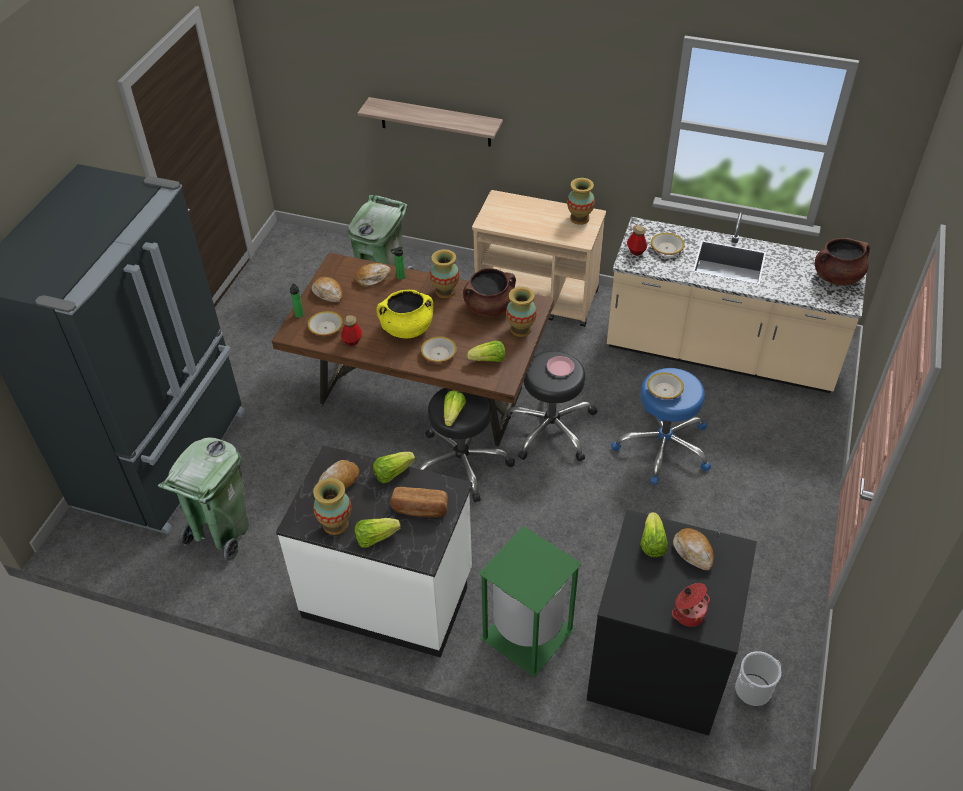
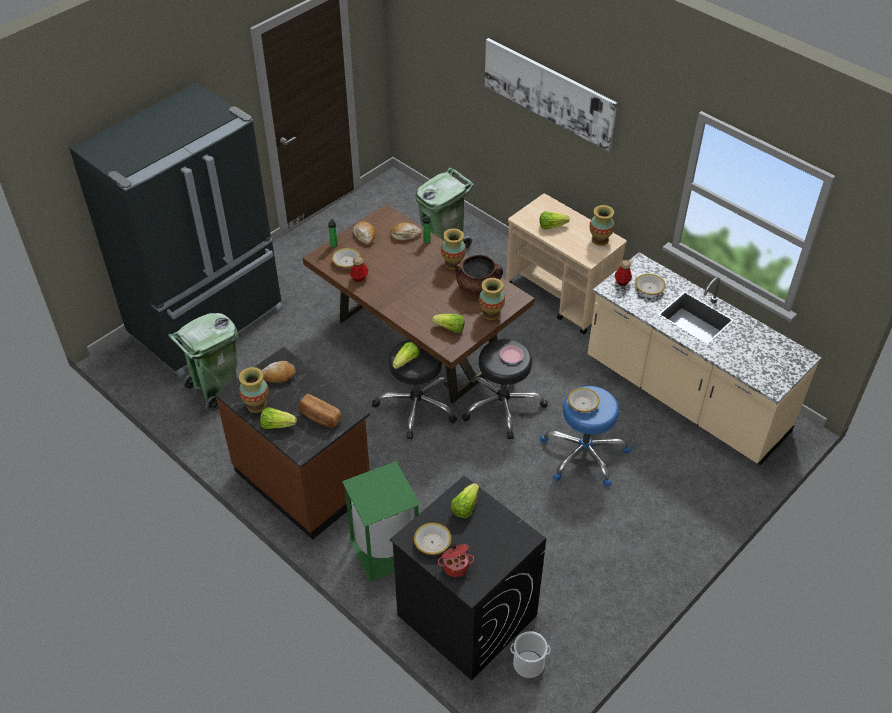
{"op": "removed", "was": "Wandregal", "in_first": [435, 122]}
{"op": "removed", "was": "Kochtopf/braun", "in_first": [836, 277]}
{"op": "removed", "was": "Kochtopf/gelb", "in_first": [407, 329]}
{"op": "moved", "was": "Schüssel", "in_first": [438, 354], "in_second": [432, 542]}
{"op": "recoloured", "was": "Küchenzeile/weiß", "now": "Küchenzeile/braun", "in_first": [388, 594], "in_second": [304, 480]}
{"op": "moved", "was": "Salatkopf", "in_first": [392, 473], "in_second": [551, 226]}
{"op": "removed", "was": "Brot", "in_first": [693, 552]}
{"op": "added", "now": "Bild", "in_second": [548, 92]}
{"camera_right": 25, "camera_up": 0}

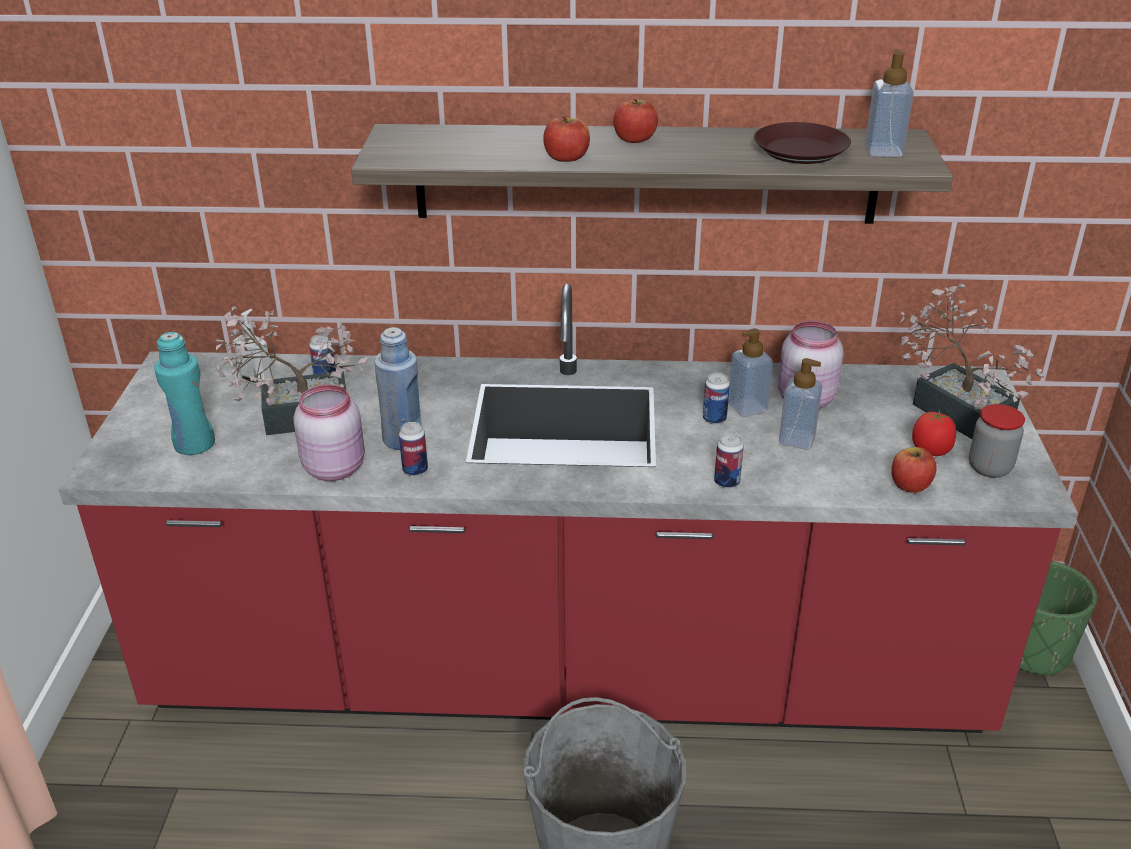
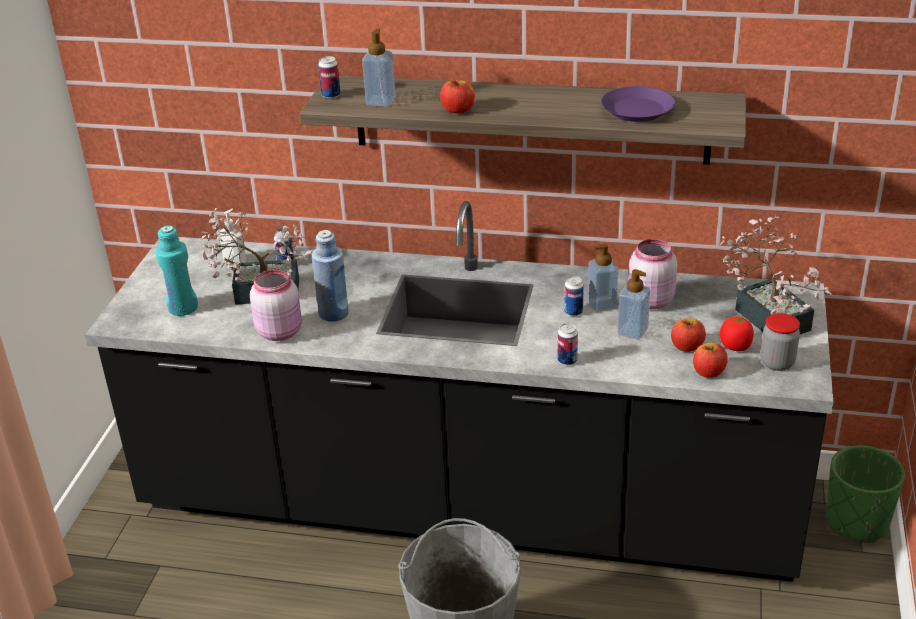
{"op": "moved", "was": "Seifenspender", "in_first": [883, 151], "in_second": [380, 101]}
{"op": "moved", "was": "Apfel", "in_first": [634, 139], "in_second": [687, 346]}
{"op": "recoloured", "was": "Teller/braun", "now": "Teller/lila", "in_first": [801, 151], "in_second": [637, 110]}
{"op": "recoloured", "was": "Küchenzeile/rot", "now": "Küchenzeile/schwarz", "in_first": [567, 672], "in_second": [467, 507]}
{"op": "moved", "was": "Dose", "in_first": [415, 470], "in_second": [331, 95]}
{"camera_right": 10, "camera_up": 0}

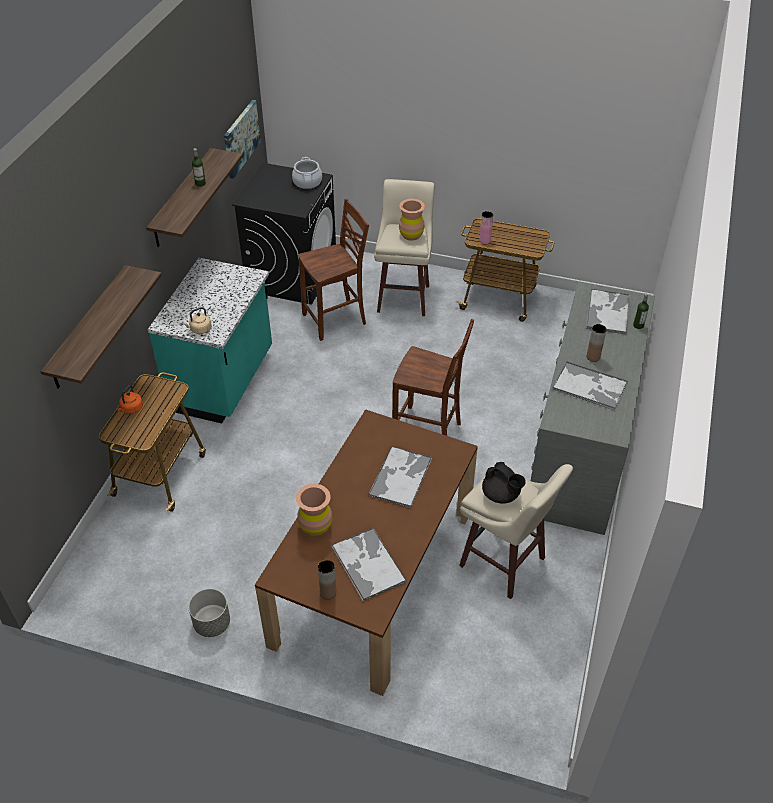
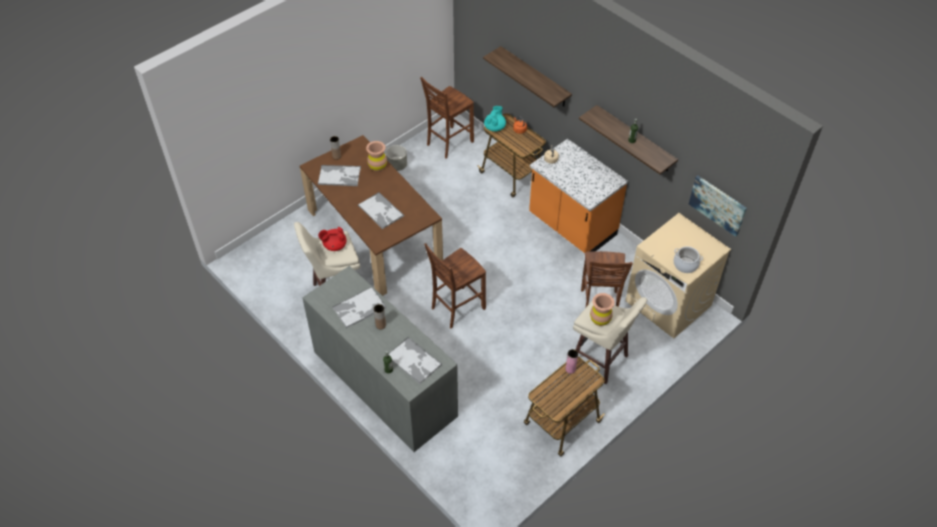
{"op": "recoloured", "was": "Waschmaschine/schwarz", "now": "Waschmaschine/beige", "in_first": [292, 275], "in_second": [668, 303]}
{"op": "recoloured", "was": "Küchenzeile/türkis", "now": "Küchenzeile/orange", "in_first": [224, 381], "in_second": [571, 226]}
{"op": "recoloured", "was": "Teekanne/schwarz", "now": "Teekanne/rot", "in_first": [501, 495], "in_second": [334, 245]}
{"op": "added", "now": "Stuhl/braun", "in_second": [448, 143]}
{"op": "added", "now": "Teekanne/türkis", "in_second": [495, 127]}
{"camera_right": 120, "camera_up": 5}

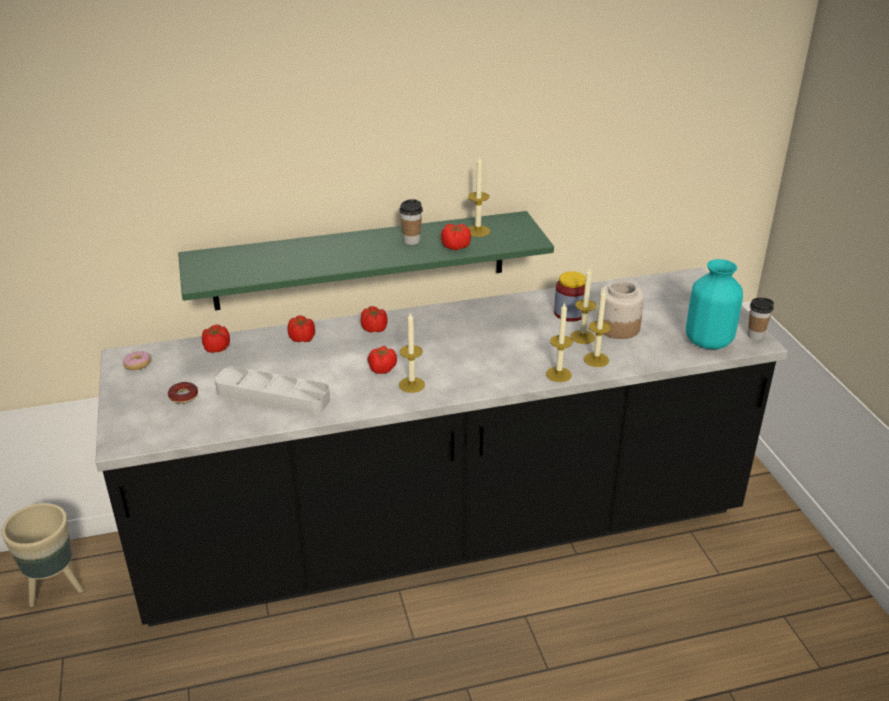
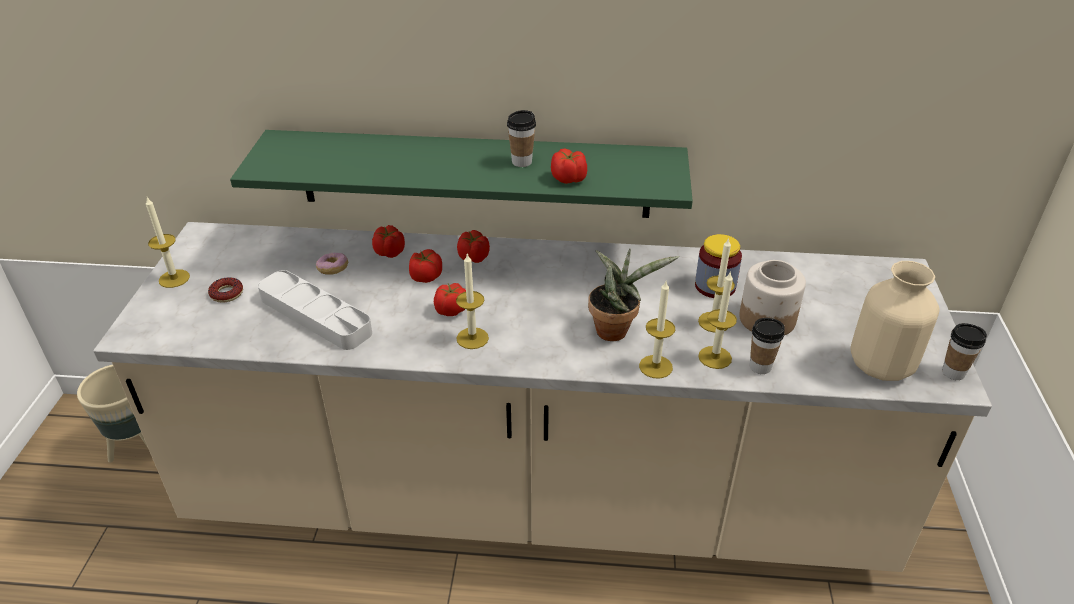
{"op": "moved", "was": "Kerze", "in_first": [478, 231], "in_second": [174, 278]}
{"op": "recoloured", "was": "Vase/türkis", "now": "Vase/beige", "in_first": [707, 341], "in_second": [879, 365]}
{"op": "recoloured", "was": "Küchenzeile/schwarz", "now": "Küchenzeile/beige", "in_first": [444, 533], "in_second": [537, 498]}
{"op": "moved", "was": "Tomate", "in_first": [216, 348], "in_second": [426, 277]}
{"op": "moved", "was": "Donut", "in_first": [138, 366], "in_second": [333, 269]}
{"op": "added", "now": "Topfpflanze", "in_second": [616, 329]}
{"op": "added", "now": "Tasse", "in_second": [760, 367]}
{"camera_right": 20, "camera_up": 5}

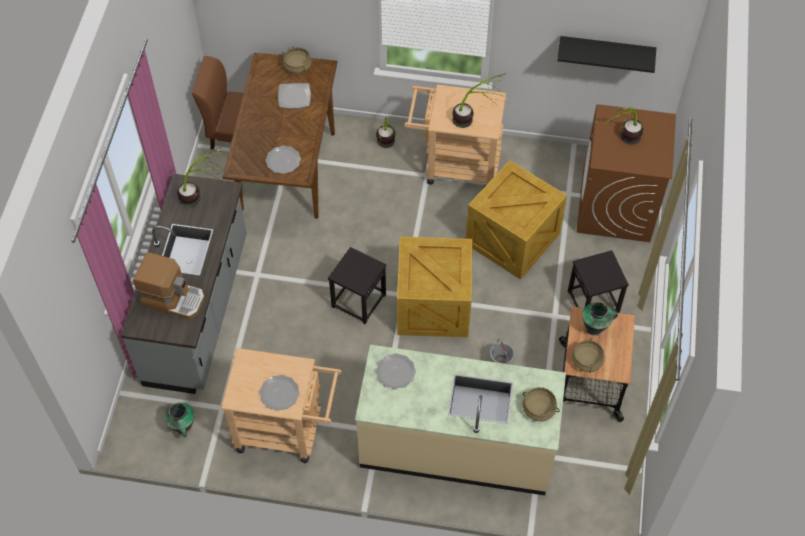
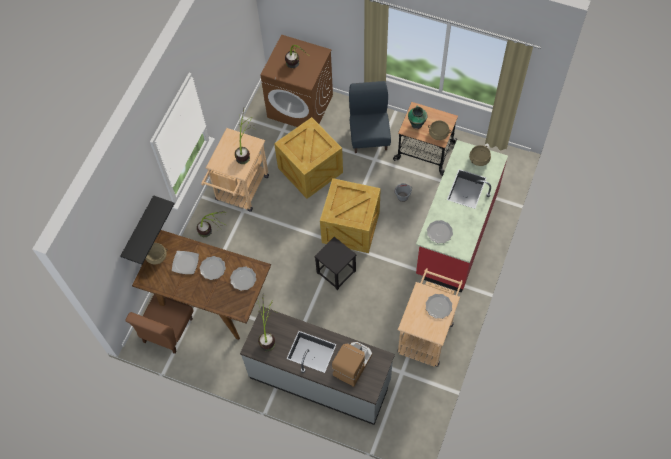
{"op": "moved", "was": "Wandregal/schwarz", "in_first": [606, 51], "in_second": [139, 230]}
{"op": "replaced", "was": "Hocker/schwarz", "now": "Stuhl/blau", "in_first": [593, 302], "in_second": [369, 136]}
{"op": "recoloured", "was": "Küchenzeile/beige", "now": "Küchenzeile/rot", "in_first": [457, 445], "in_second": [456, 233]}
{"op": "removed", "was": "Vase", "in_first": [183, 427]}
{"op": "added", "now": "Teller", "in_second": [212, 268]}
{"camera_right": -75, "camera_up": 5}

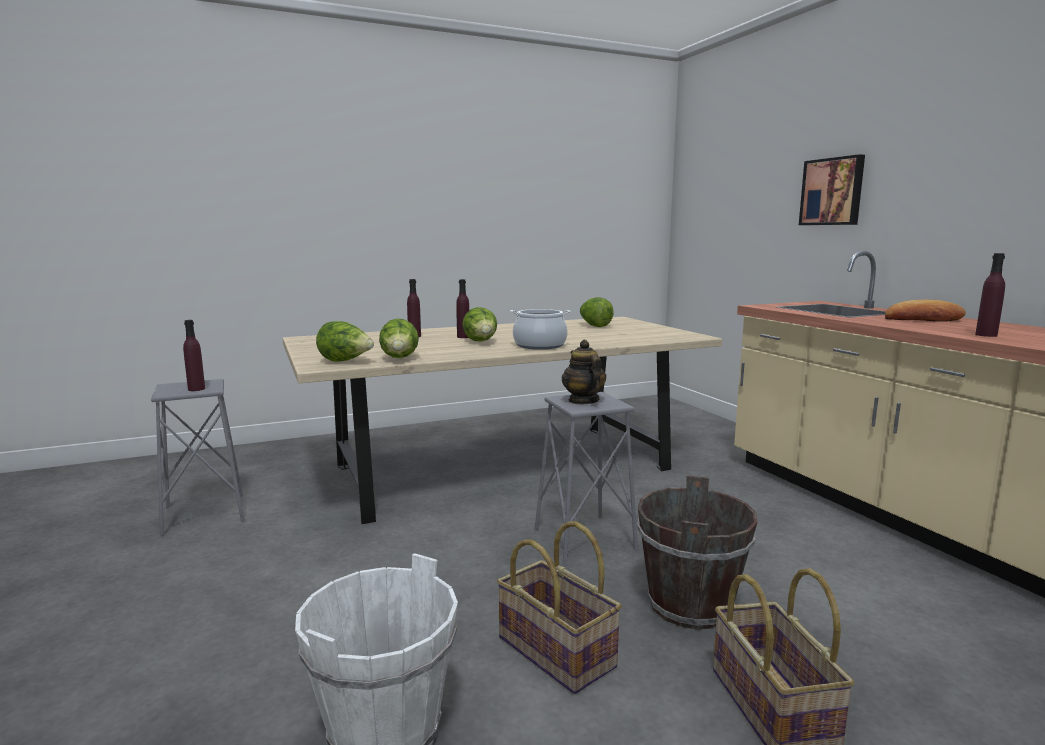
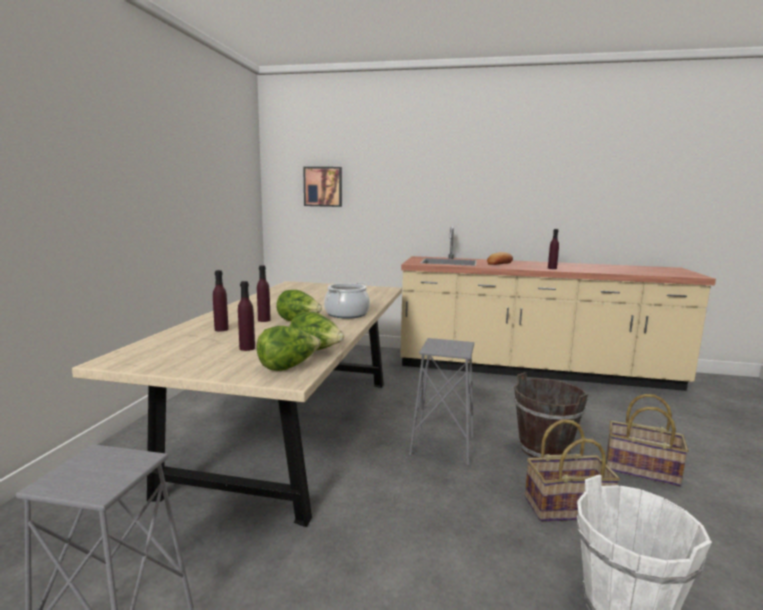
{"op": "moved", "was": "Bild", "in_first": [832, 192], "in_second": [323, 186]}
{"op": "removed", "was": "Salatkopf", "in_first": [594, 326]}
{"op": "moved", "was": "Flasche/lila", "in_first": [196, 389], "in_second": [247, 348]}
{"op": "removed", "was": "Teekanne", "in_first": [583, 401]}
{"camera_right": -55, "camera_up": 0}

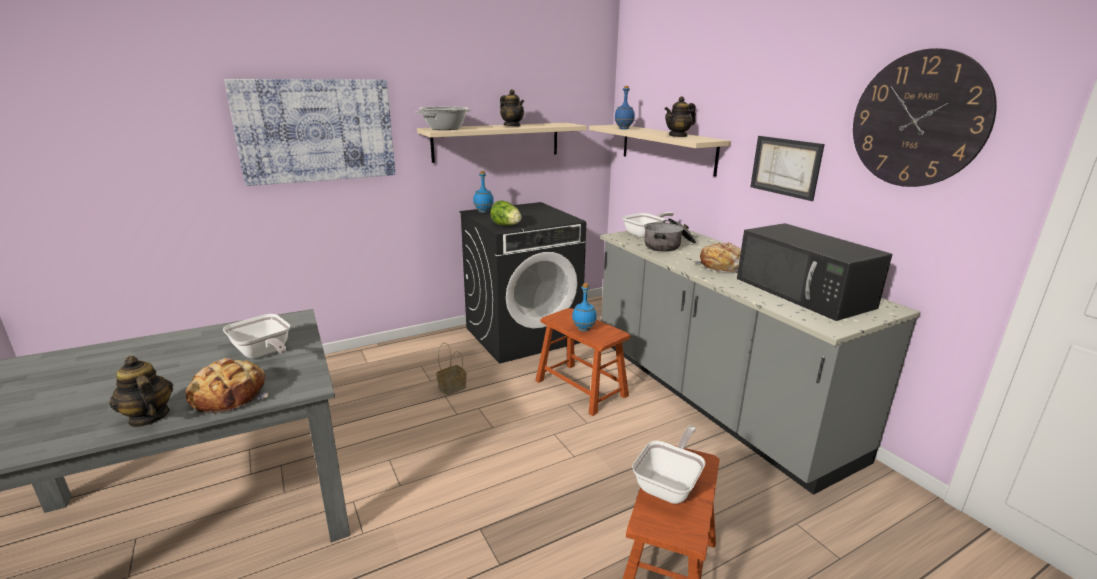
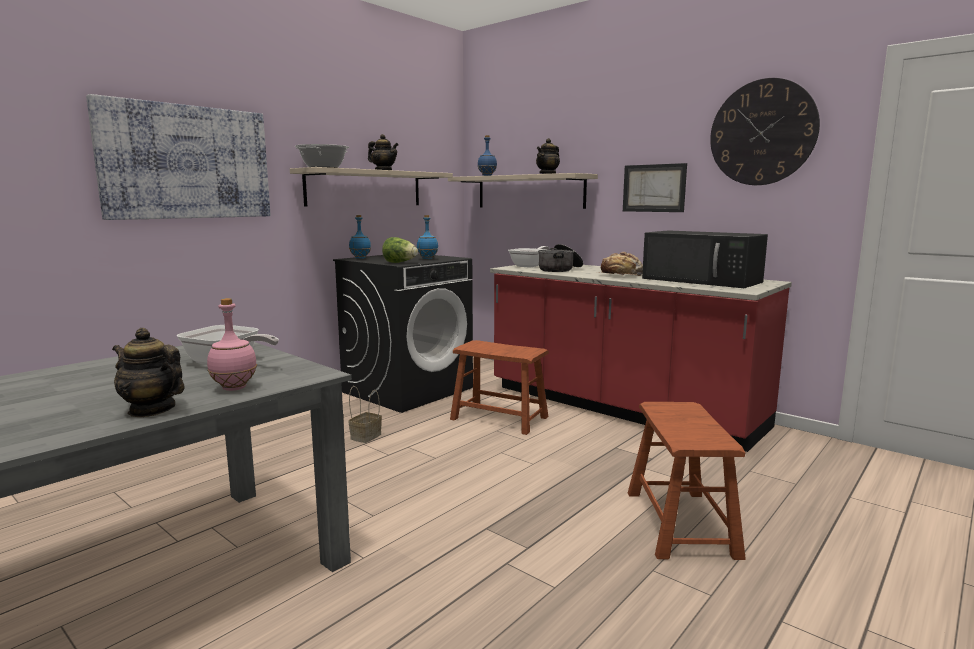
{"op": "recoloured", "was": "Küchenzeile/grau", "now": "Küchenzeile/rot", "in_first": [712, 397], "in_second": [621, 407]}
{"op": "moved", "was": "Flasche/blau", "in_first": [584, 329], "in_second": [428, 259]}
{"op": "replaced", "was": "Brot", "now": "Flasche/rosa", "in_first": [230, 396], "in_second": [233, 388]}
{"op": "removed", "was": "Pfanne", "in_first": [669, 484]}
{"camera_right": -20, "camera_up": -10}

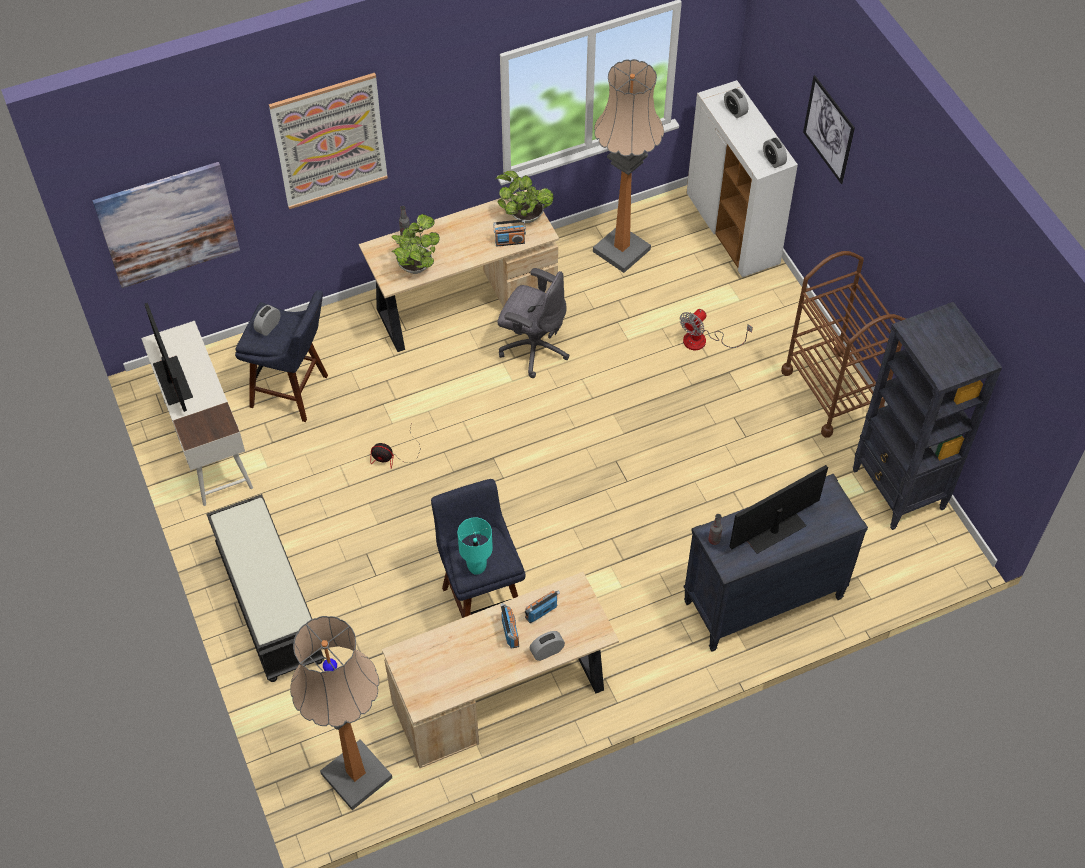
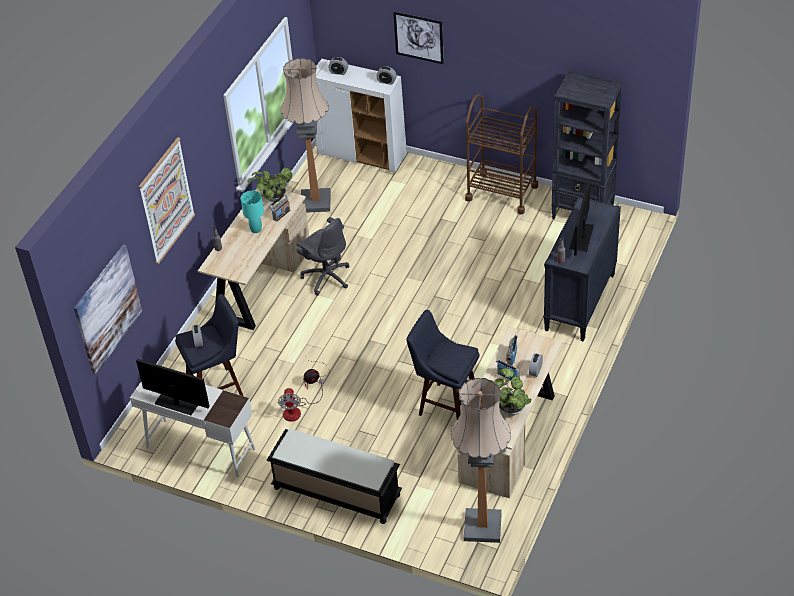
{"op": "moved", "was": "Topfpflanze", "in_first": [416, 265], "in_second": [510, 408]}
{"op": "turned", "was": "Bürostuhl/grau", "in_first": [533, 348], "in_second": [326, 277], "clockwise": 60}
{"op": "moved", "was": "Ventilator", "in_first": [703, 341], "in_second": [297, 410]}
{"op": "moved", "was": "Tischlampe/türkis", "in_first": [477, 567], "in_second": [256, 229]}
{"camera_right": -40, "camera_up": -10}

